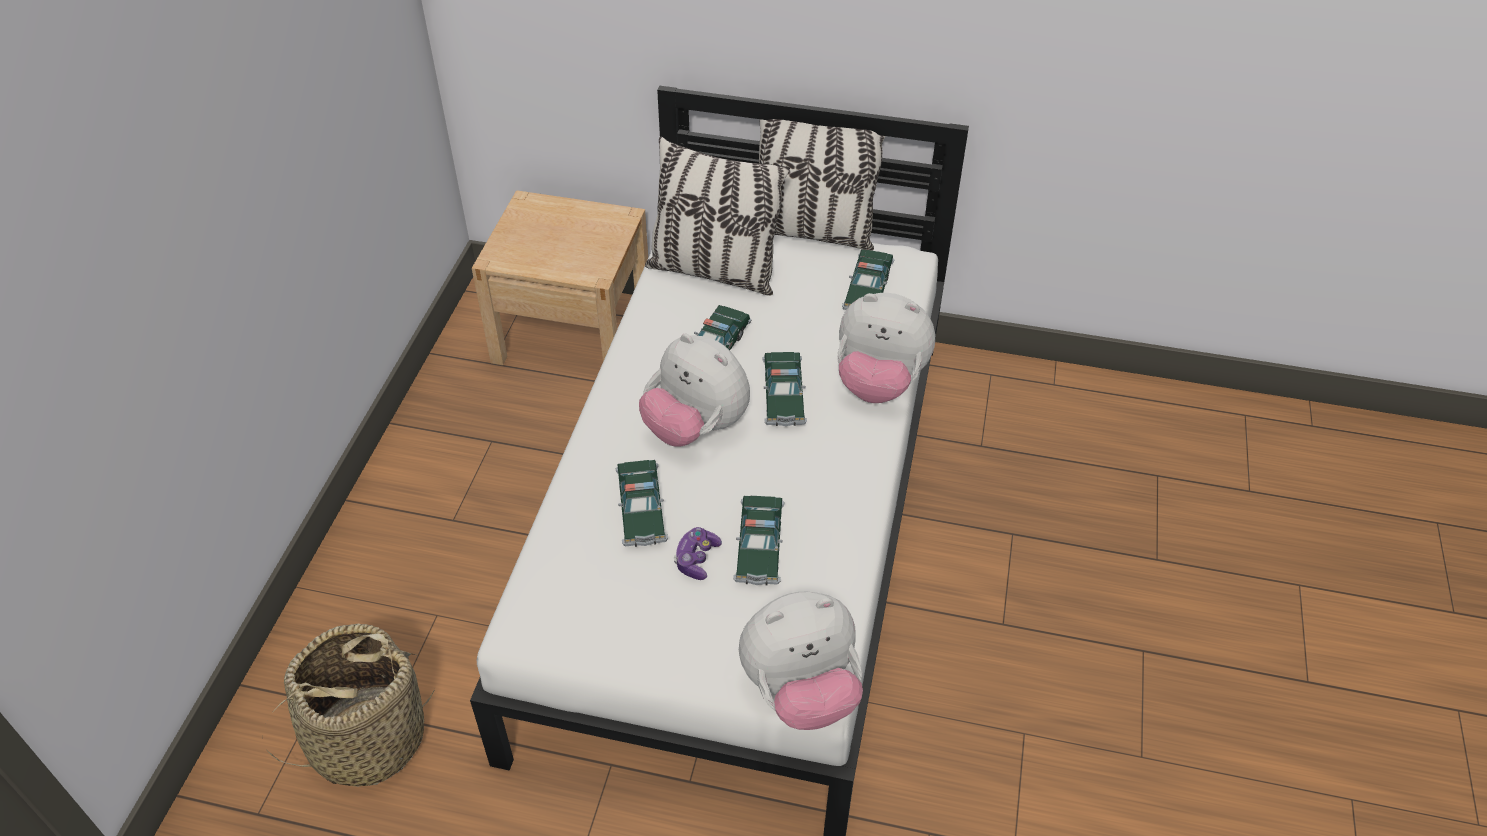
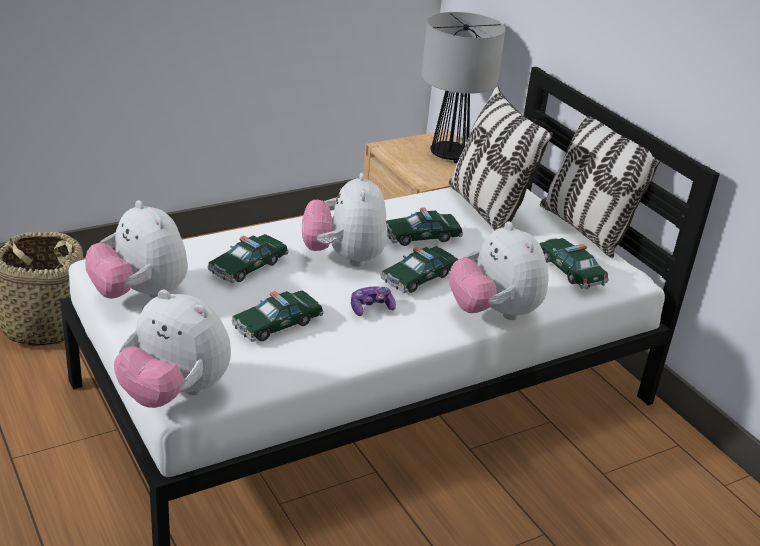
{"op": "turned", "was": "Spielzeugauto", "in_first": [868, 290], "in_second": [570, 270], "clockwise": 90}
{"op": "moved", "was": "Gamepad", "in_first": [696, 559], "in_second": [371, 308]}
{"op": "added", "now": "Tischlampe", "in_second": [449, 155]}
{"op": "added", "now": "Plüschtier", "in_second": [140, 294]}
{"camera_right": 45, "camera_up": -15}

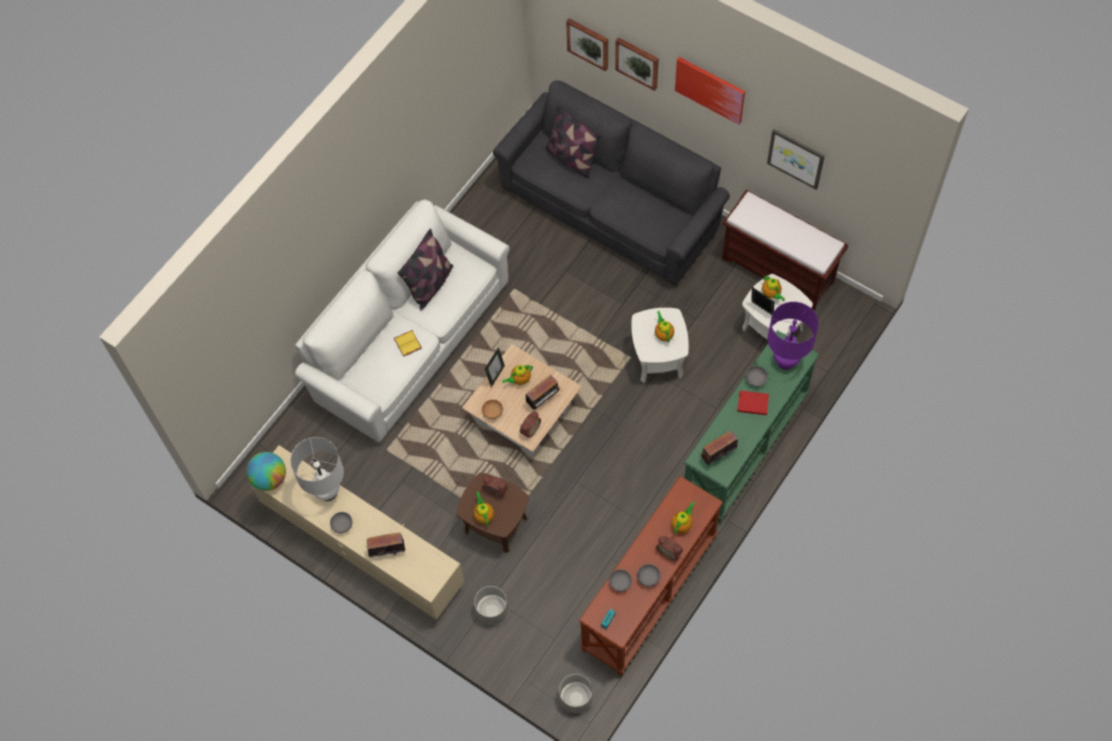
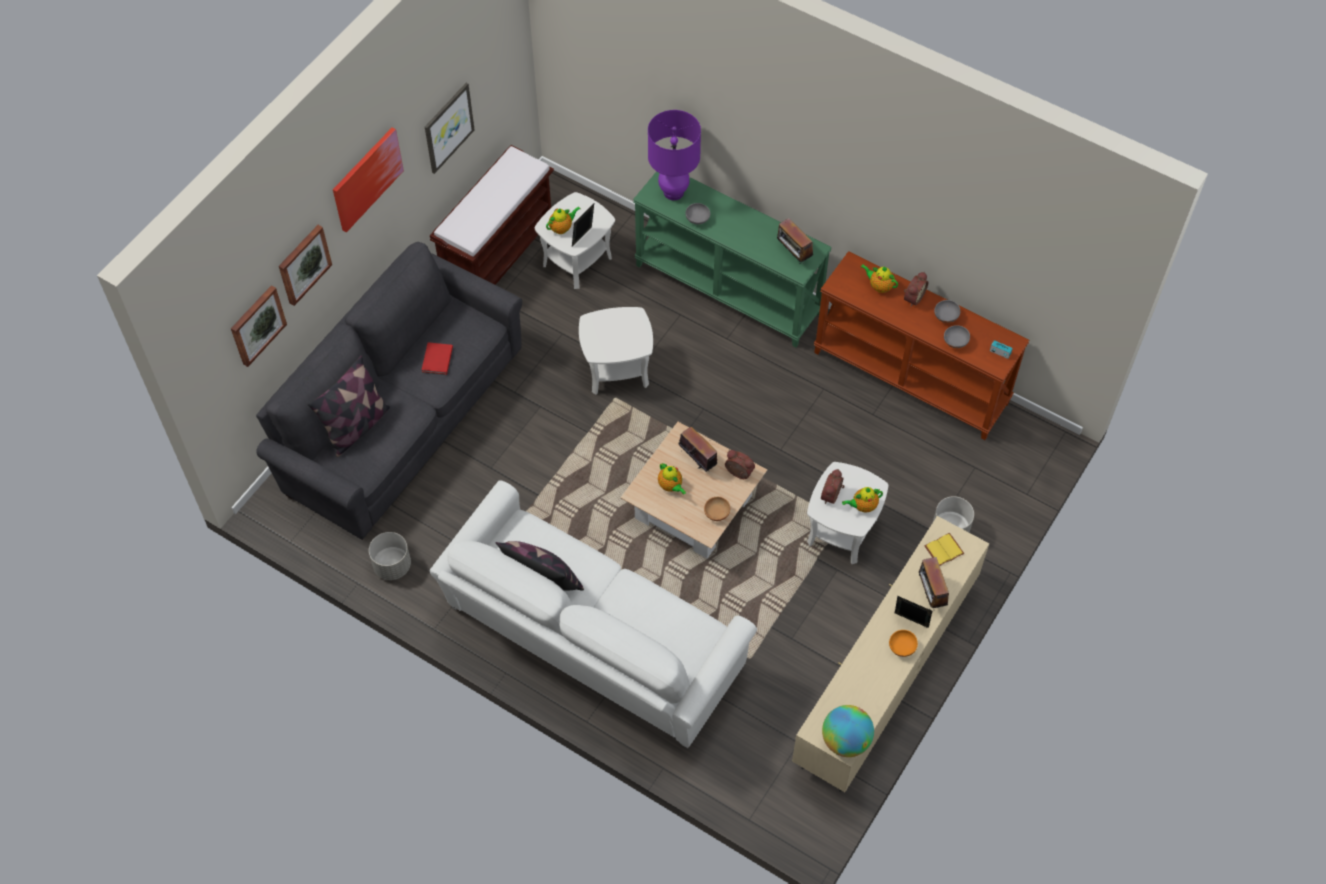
{"op": "removed", "was": "Teekanne", "in_first": [663, 334]}
{"op": "moved", "was": "Buch/gelb", "in_first": [408, 343], "in_second": [944, 549]}
{"op": "moved", "was": "Bilderrahmen", "in_first": [496, 375], "in_second": [910, 623]}
{"op": "moved", "was": "Buch/rot", "in_first": [752, 403], "in_second": [436, 360]}
{"op": "removed", "was": "Tischlampe/weiß", "in_first": [328, 492]}
{"op": "recoloured", "was": "Beistelltisch/braun", "now": "Beistelltisch/weiß", "in_first": [495, 525], "in_second": [842, 531]}
{"op": "recoloured", "was": "Schüssel/grau", "now": "Schüssel/orange", "in_first": [342, 525], "in_second": [901, 647]}
{"op": "moved", "was": "Pflanzkübel/grau", "in_first": [576, 699], "in_second": [392, 566]}
{"camera_right": -95, "camera_up": -5}

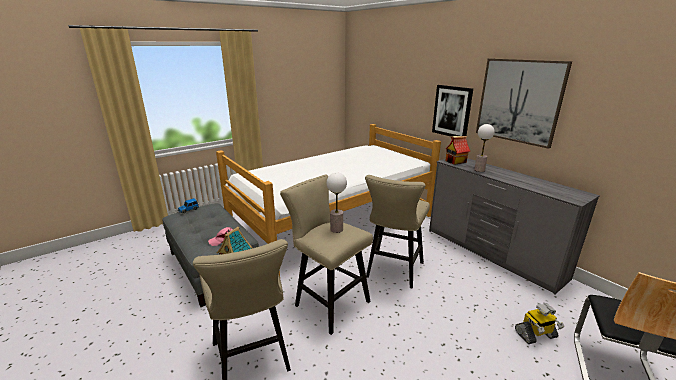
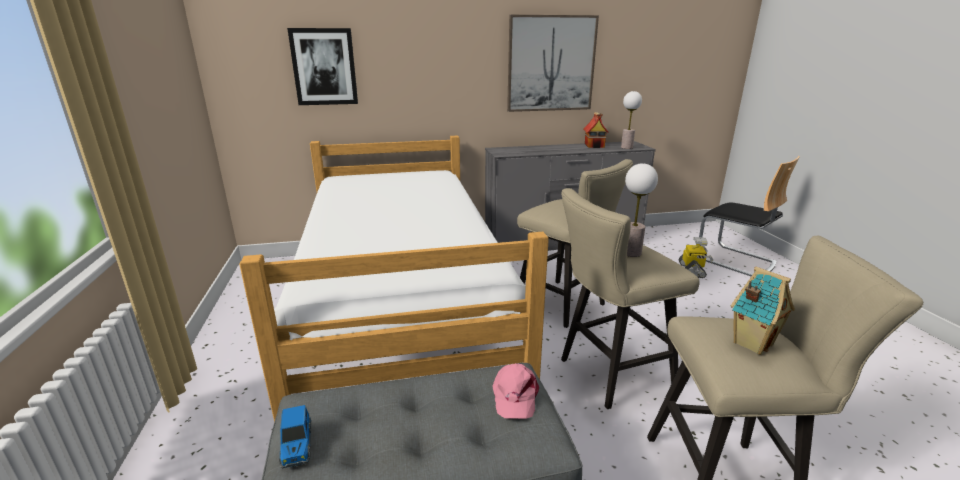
{"op": "moved", "was": "Bild", "in_first": [452, 111], "in_second": [324, 67]}
{"op": "moved", "was": "Tischlampe", "in_first": [479, 170], "in_second": [627, 147]}
{"op": "moved", "was": "Spielzeughaus", "in_first": [455, 161], "in_second": [594, 145]}
{"camera_right": -65, "camera_up": 0}

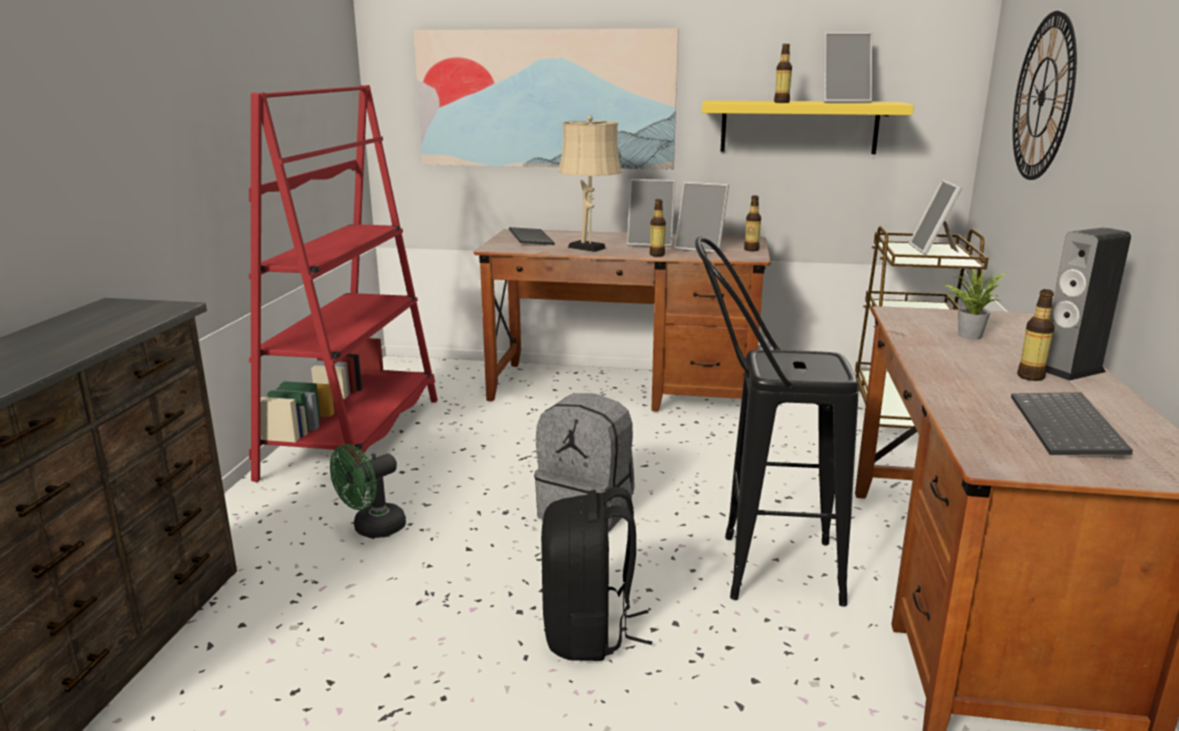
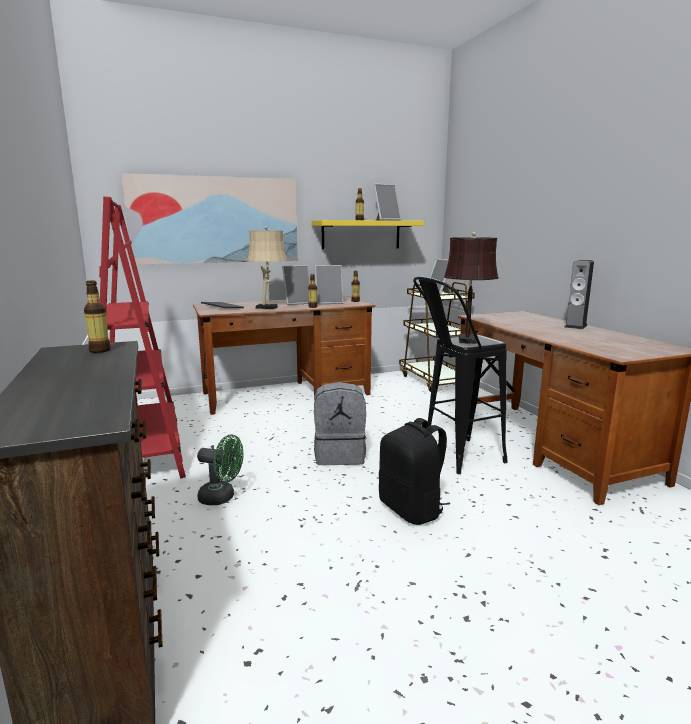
{"op": "removed", "was": "Wanduhr", "in_first": [1042, 97]}
{"op": "removed", "was": "Topfpflanze", "in_first": [967, 334]}
{"op": "moved", "was": "Flasche", "in_first": [1030, 377], "in_second": [100, 350]}
{"op": "removed", "was": "Tastatur", "in_first": [1069, 427]}
{"op": "turned", "was": "Ventilator/grün", "in_first": [372, 529], "in_second": [222, 498], "clockwise": -90}
{"op": "added", "now": "Tischlampe/braun", "in_second": [467, 339]}
{"camera_right": -30, "camera_up": -5}

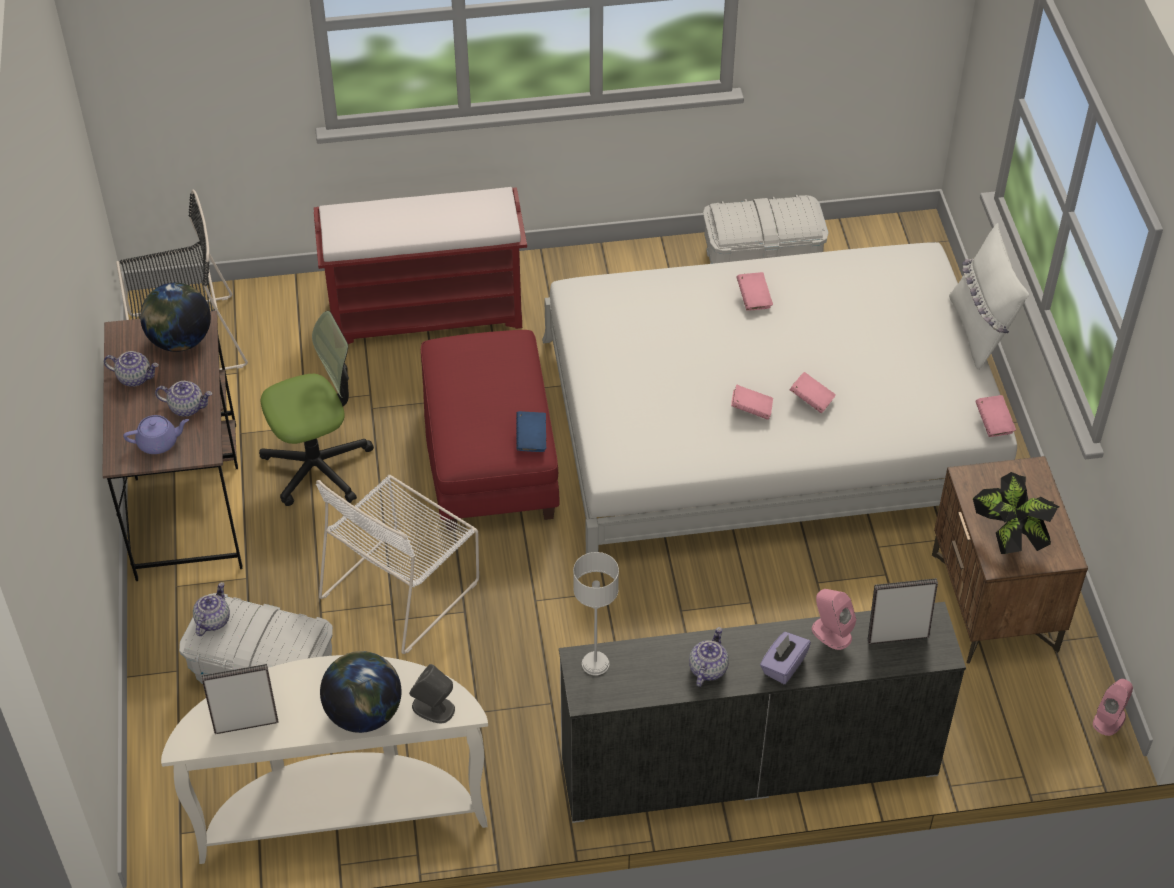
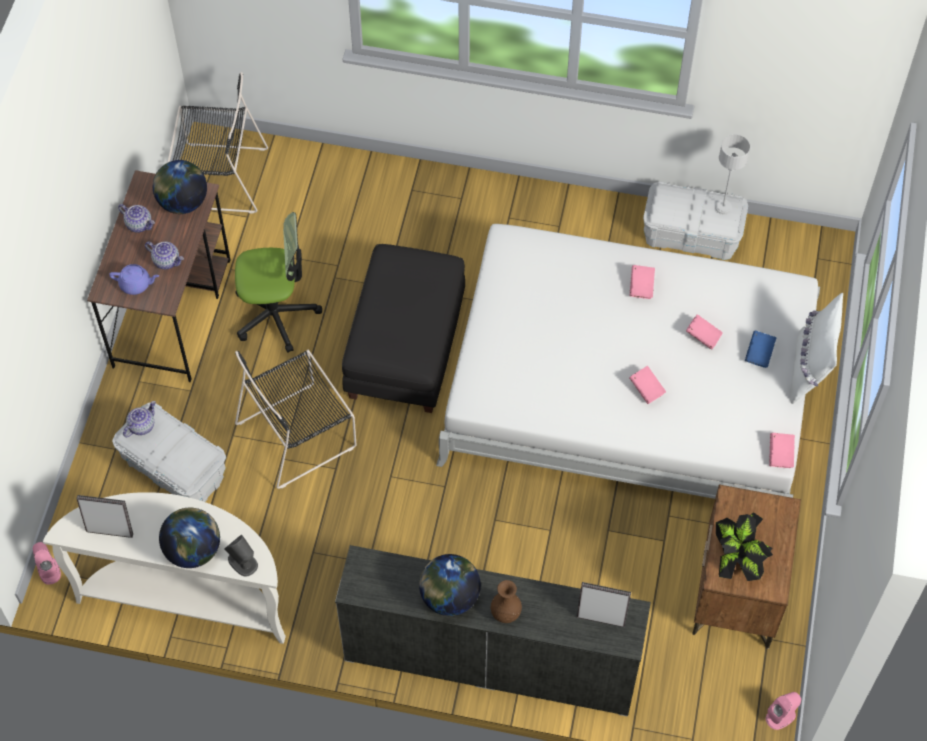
{"op": "removed", "was": "Bank/rot", "in_first": [428, 312]}
{"op": "recoloured", "was": "Polsterhocker/rot", "now": "Polsterhocker/schwarz", "in_first": [490, 459], "in_second": [405, 348]}
{"op": "moved", "was": "Buch/rosa", "in_first": [751, 410], "in_second": [703, 336]}
{"op": "moved", "was": "Buch/blau", "in_first": [531, 439], "in_second": [759, 354]}
{"op": "recoloured", "was": "Stuhl/weiß", "now": "Stuhl/schwarz", "in_first": [403, 586], "in_second": [299, 433]}
{"op": "moved", "was": "Tischlampe/grau", "in_first": [595, 663], "in_second": [723, 207]}
{"op": "moved", "was": "Lautsprecher/rosa", "in_first": [831, 633], "in_second": [49, 570]}
{"op": "replaced", "was": "Teekanne", "now": "Globus", "in_first": [707, 668], "in_second": [449, 597]}
{"op": "replaced", "was": "Taschentuchbox/lila", "now": "Vase/braun", "in_first": [783, 666], "in_second": [505, 613]}
{"camera_right": 20, "camera_up": 10}

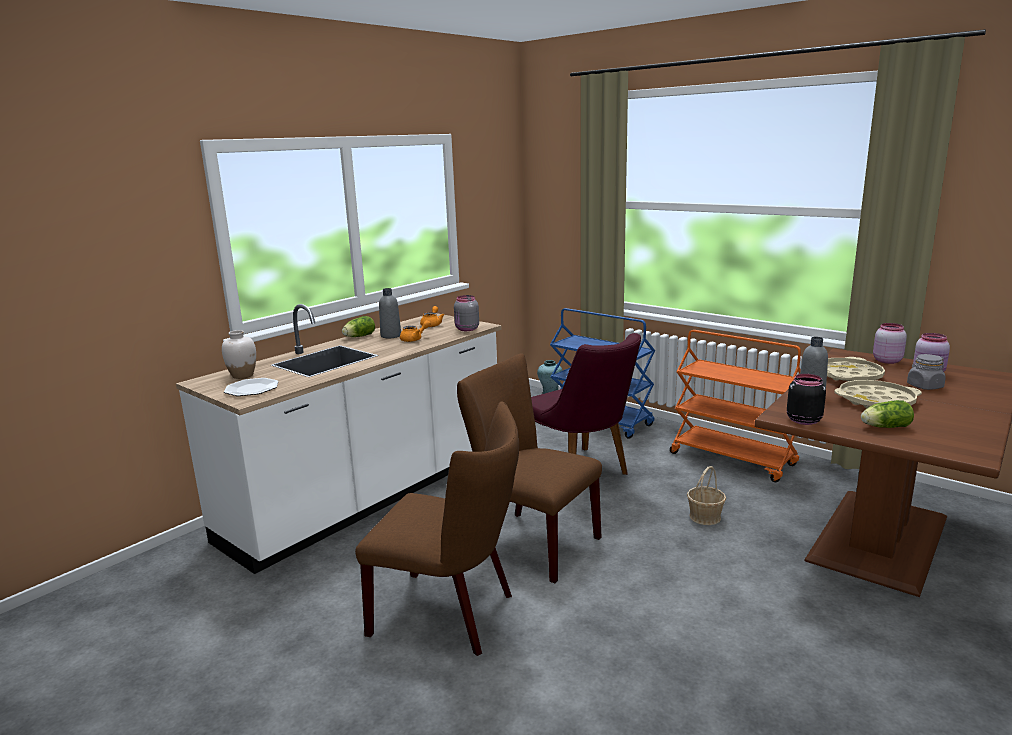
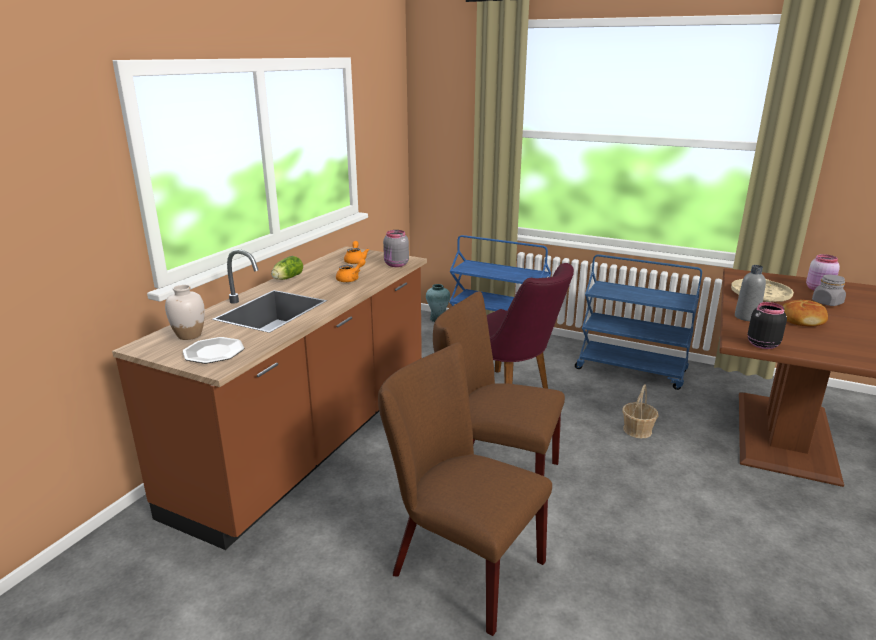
{"op": "removed", "was": "Flasche/grau", "in_first": [391, 336]}
{"op": "recoloured", "was": "Küchenzeile/weiß", "now": "Küchenzeile/braun", "in_first": [371, 496], "in_second": [311, 442]}
{"op": "removed", "was": "Vorratsglas/rosa", "in_first": [886, 361]}
{"op": "recoloured", "was": "Rollwagen/orange", "now": "Rollwagen/blau", "in_first": [733, 459], "in_second": [631, 370]}
{"op": "replaced", "was": "Tablett/beige", "now": "Brot", "in_first": [876, 401], "in_second": [803, 320]}
{"op": "removed", "was": "Salatkopf", "in_first": [884, 427]}
{"op": "turned", "was": "Stuhl/braun", "in_first": [451, 614], "in_second": [459, 565], "clockwise": -150}
{"camera_right": -15, "camera_up": 5}

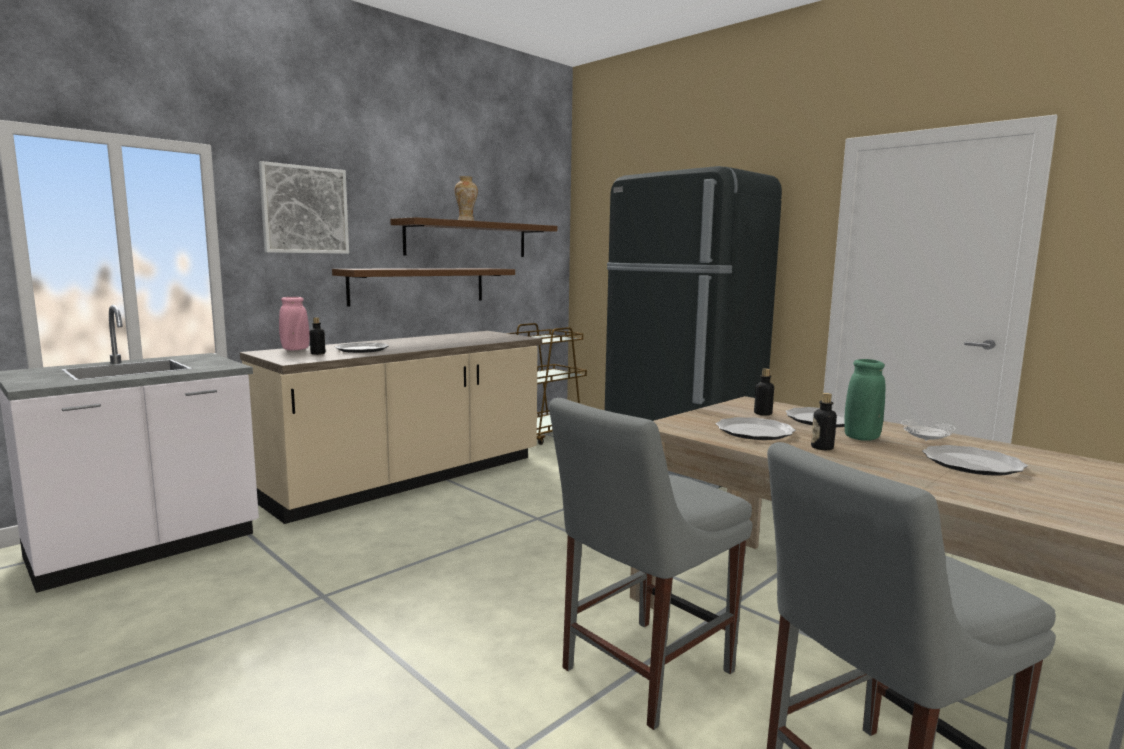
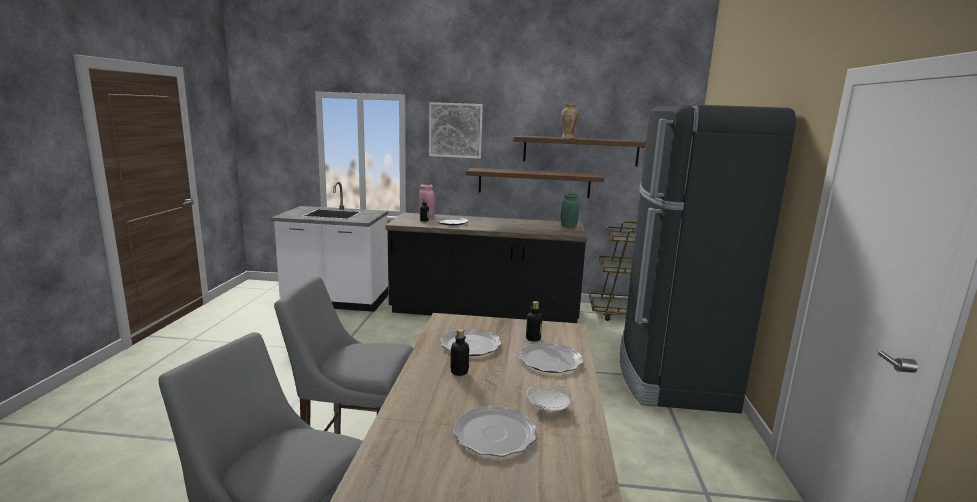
{"op": "recoloured", "was": "Küchenzeile/beige", "now": "Küchenzeile/schwarz", "in_first": [409, 479], "in_second": [484, 312]}
{"op": "moved", "was": "Vase/grün", "in_first": [862, 438], "in_second": [568, 226]}
{"camera_right": 50, "camera_up": 5}

